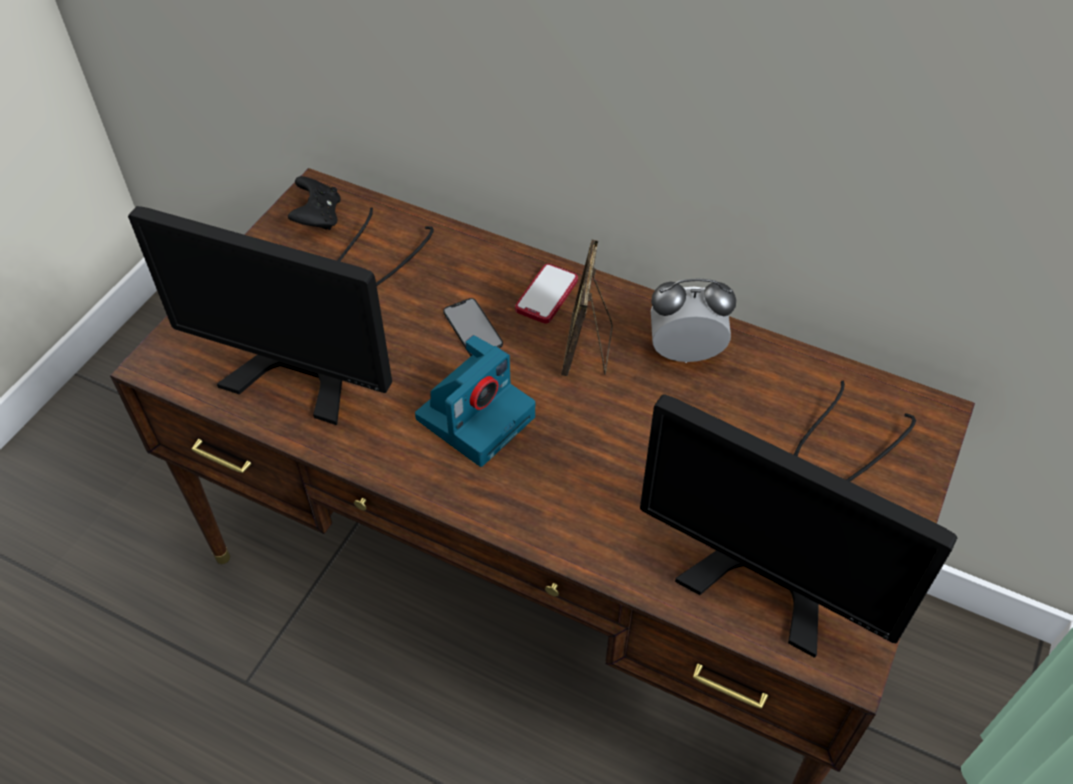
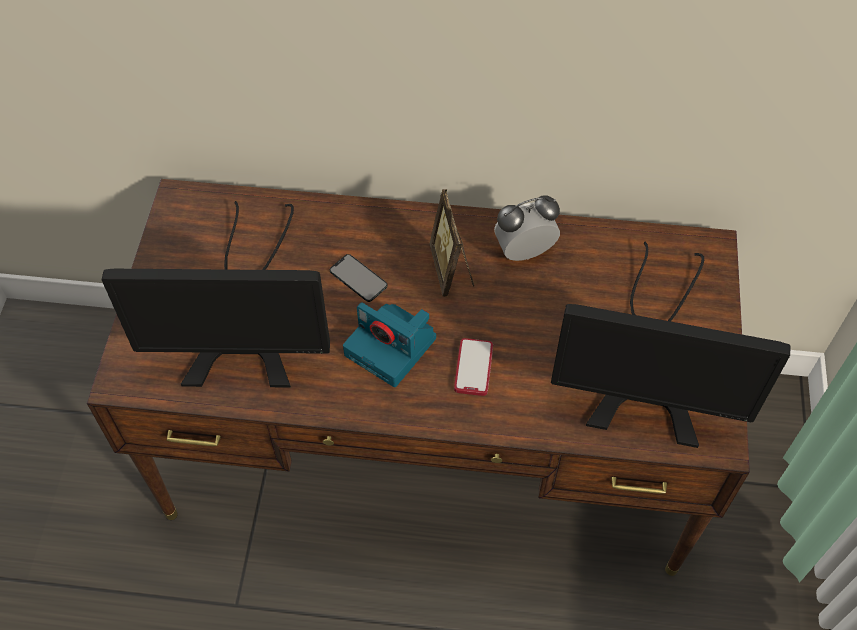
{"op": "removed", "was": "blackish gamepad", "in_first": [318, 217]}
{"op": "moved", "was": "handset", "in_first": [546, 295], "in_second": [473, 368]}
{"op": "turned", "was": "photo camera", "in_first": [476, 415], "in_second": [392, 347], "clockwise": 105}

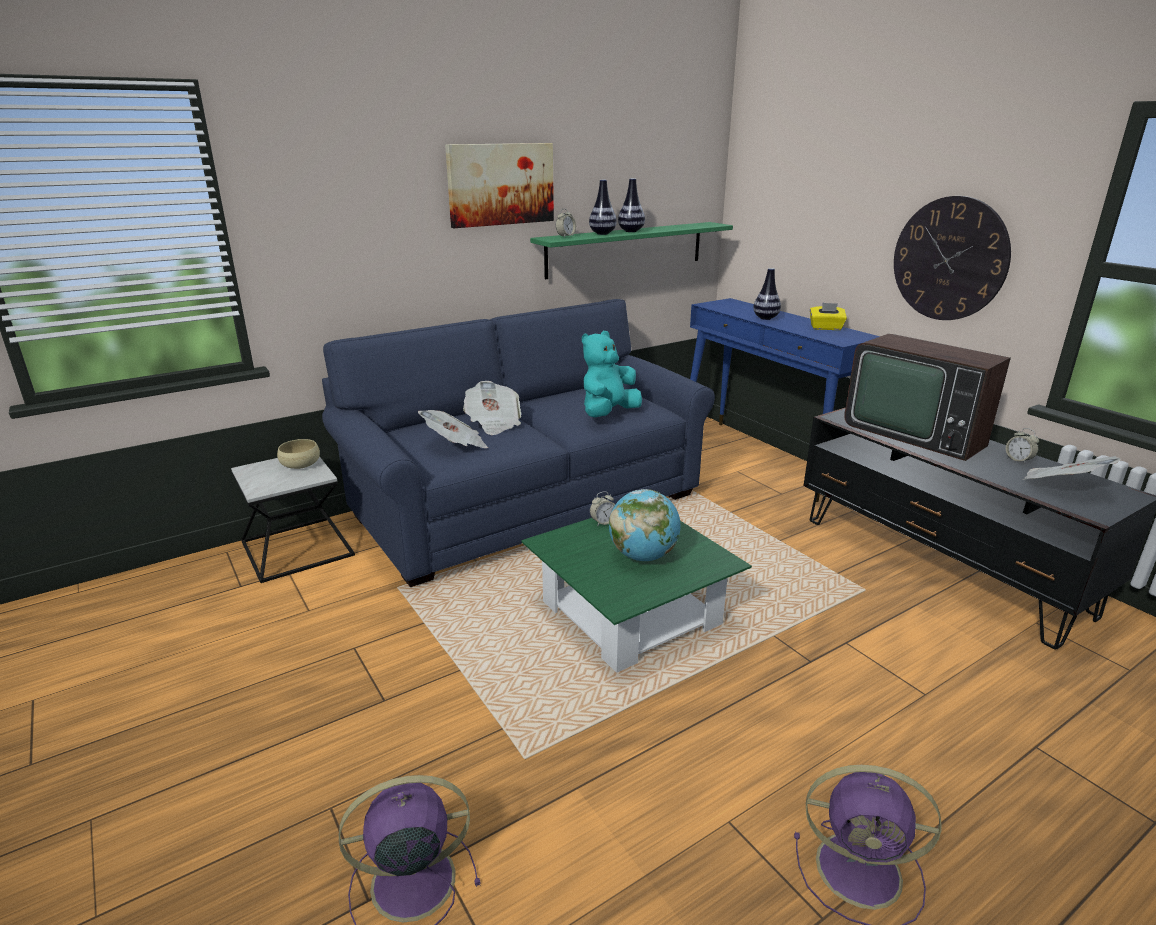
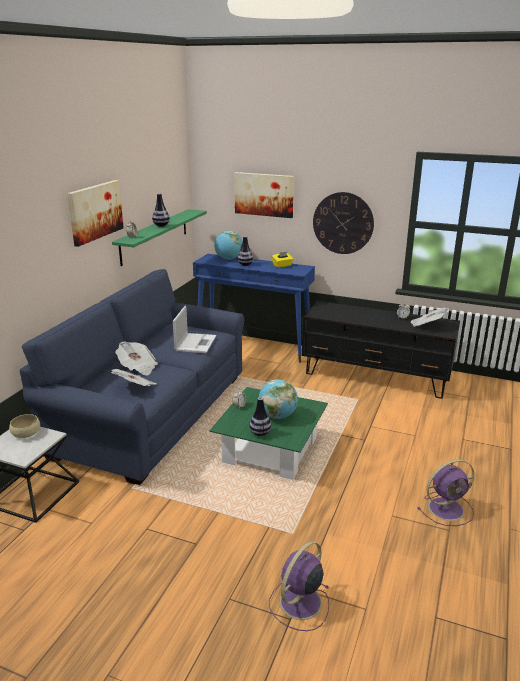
{"op": "removed", "was": "TV", "in_first": [915, 432]}
{"op": "added", "now": "world globe", "in_second": [229, 259]}
{"op": "added", "now": "wall art", "in_second": [264, 194]}
{"op": "moved", "was": "decorative vase", "in_first": [602, 233], "in_second": [260, 433]}
{"op": "replaced", "was": "turquoise soft toy", "now": "portable computer", "in_first": [608, 413], "in_second": [195, 343]}

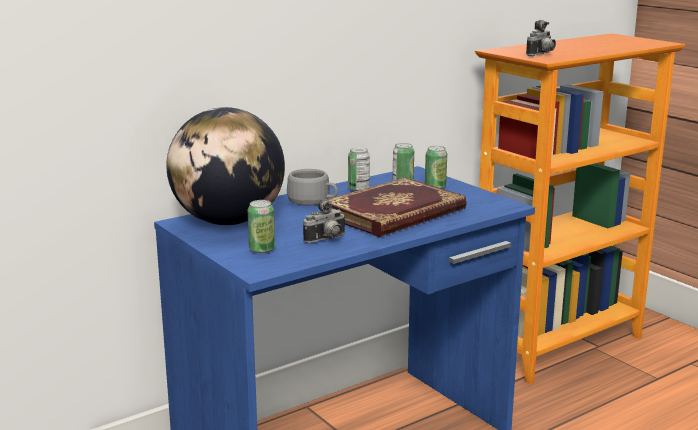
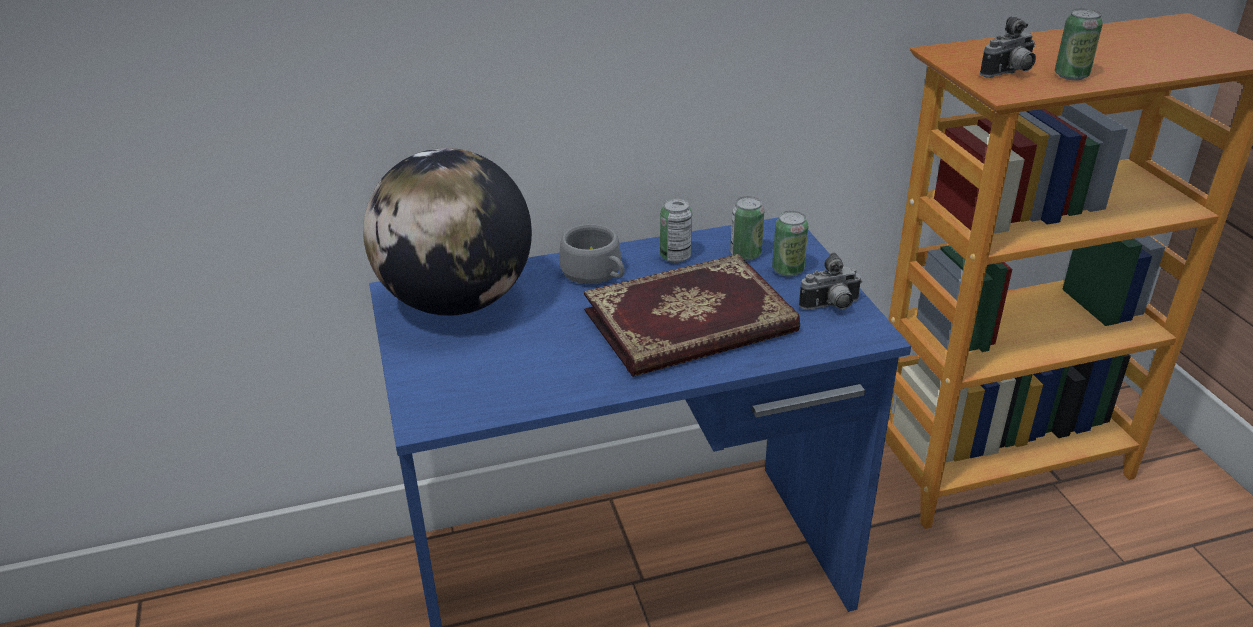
{"op": "moved", "was": "can", "in_first": [262, 249], "in_second": [1071, 75]}
{"op": "moved", "was": "photo camera", "in_first": [327, 240], "in_second": [831, 307]}

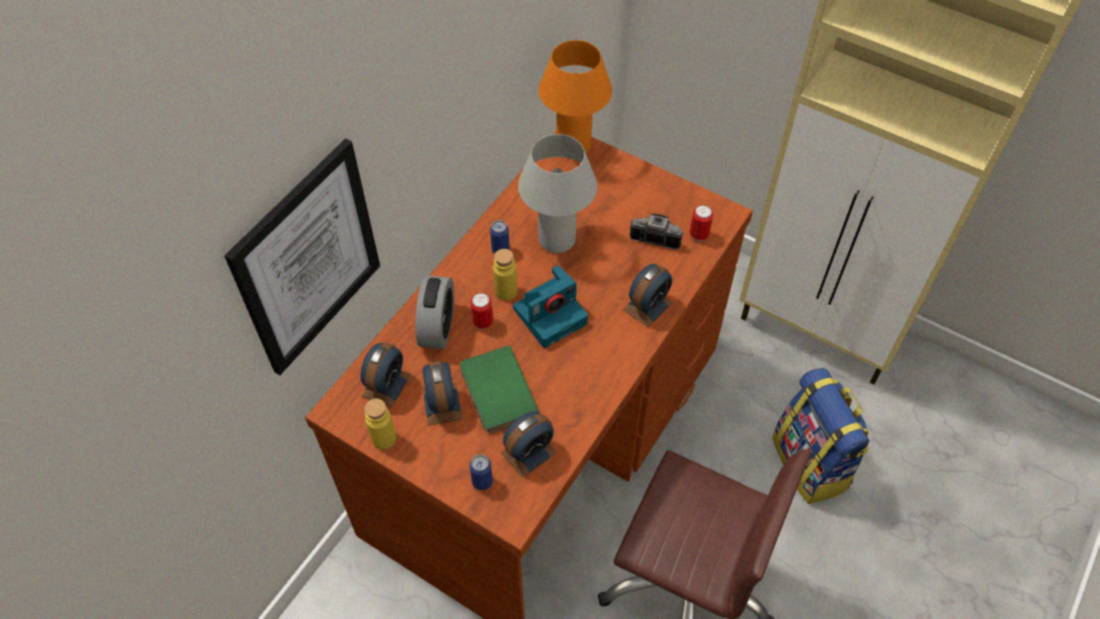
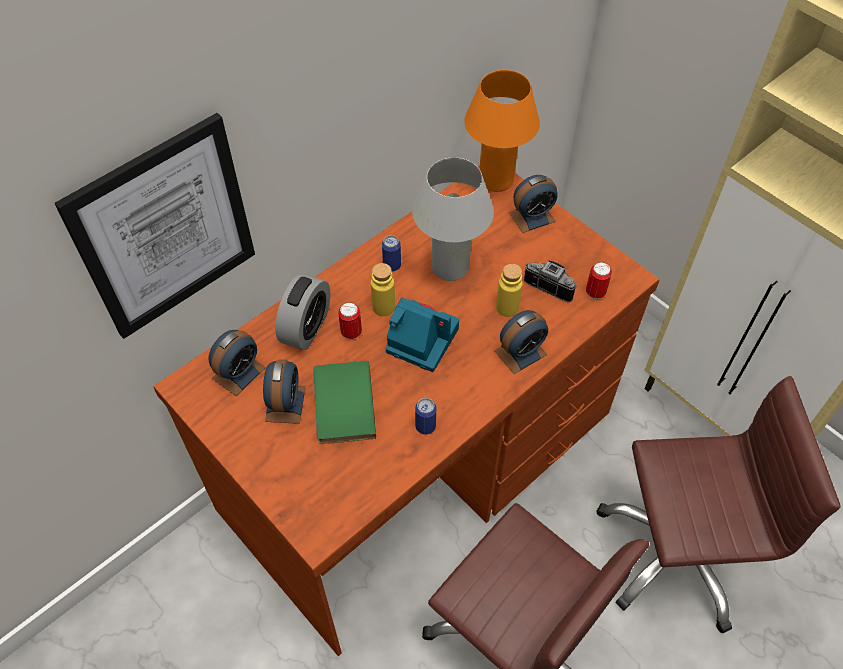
{"op": "moved", "was": "yellow-coloured beverage bottle", "in_first": [384, 438], "in_second": [507, 307]}
{"op": "moved", "was": "can", "in_first": [482, 481], "in_second": [425, 426]}
{"op": "moved", "was": "table clock", "in_first": [529, 452], "in_second": [532, 217]}
{"op": "replaced", "was": "rucksack", "now": "brown office chair", "in_first": [811, 463], "in_second": [676, 550]}
{"op": "turned", "was": "photo camera", "in_first": [551, 315], "in_second": [420, 340], "clockwise": -135}

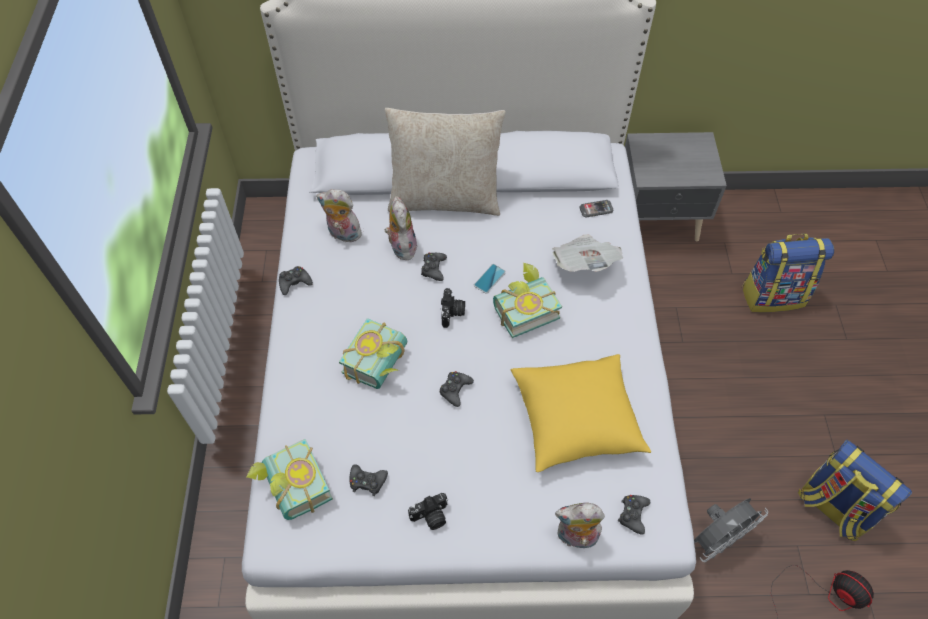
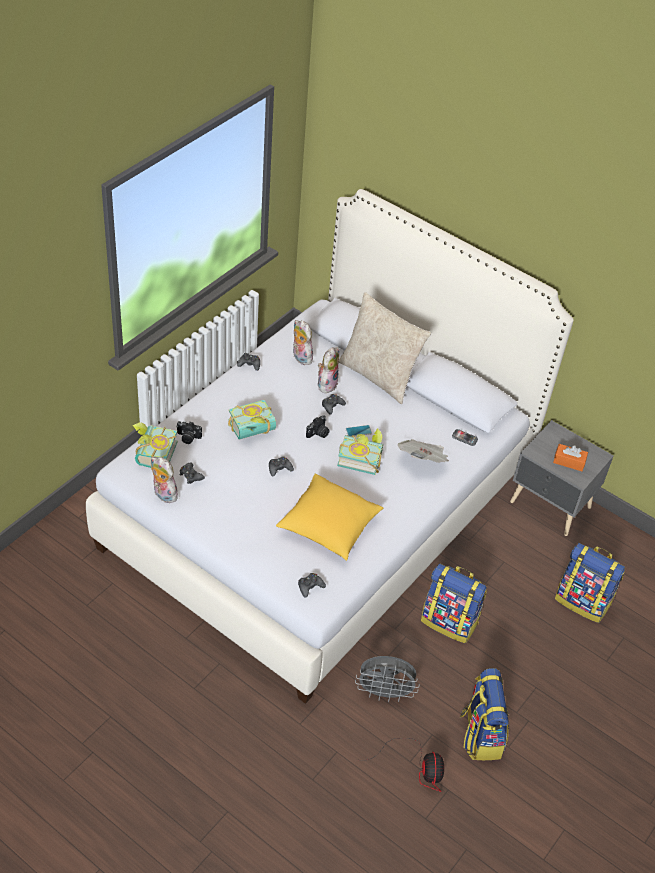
{"op": "added", "now": "rucksack", "in_second": [450, 622]}
{"op": "added", "now": "orange box of tissues", "in_second": [569, 461]}
{"op": "moved", "was": "photo camera", "in_first": [431, 517], "in_second": [188, 437]}
{"op": "moved", "was": "soft toy", "in_first": [576, 537], "in_second": [163, 494]}

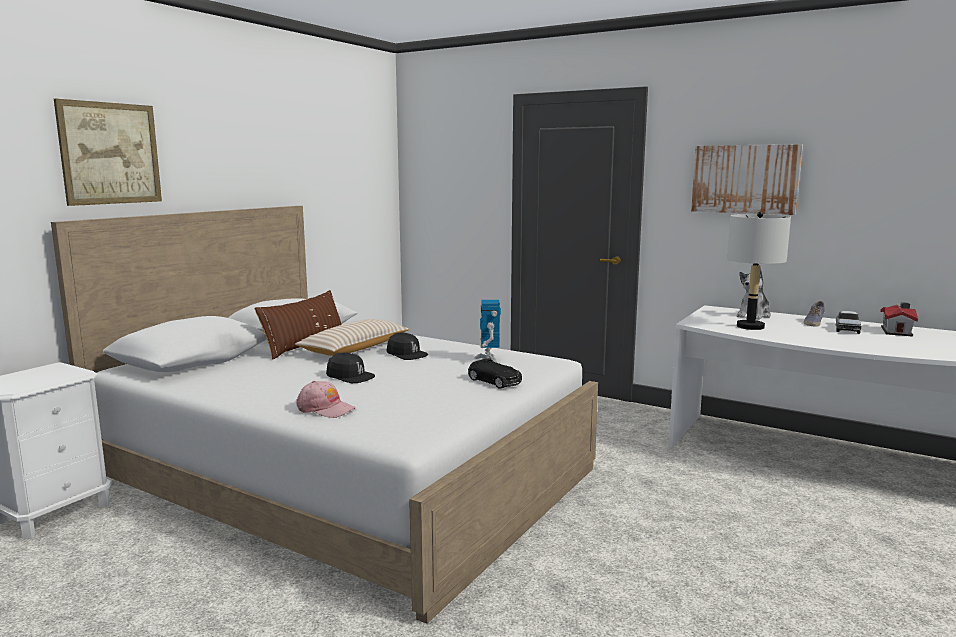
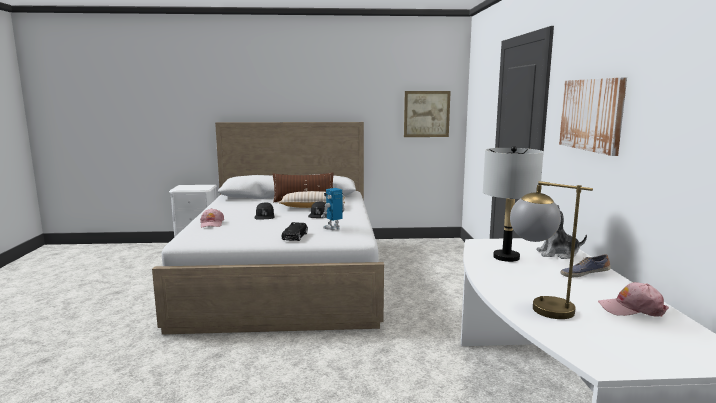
{"op": "removed", "was": "toy truck", "in_first": [846, 329]}
{"op": "added", "now": "lamp for a table", "in_second": [538, 306]}
{"op": "moved", "was": "wall art", "in_first": [110, 153], "in_second": [426, 114]}
{"op": "replaced", "was": "toy house", "now": "pinkish baseball cap", "in_first": [897, 331], "in_second": [631, 309]}

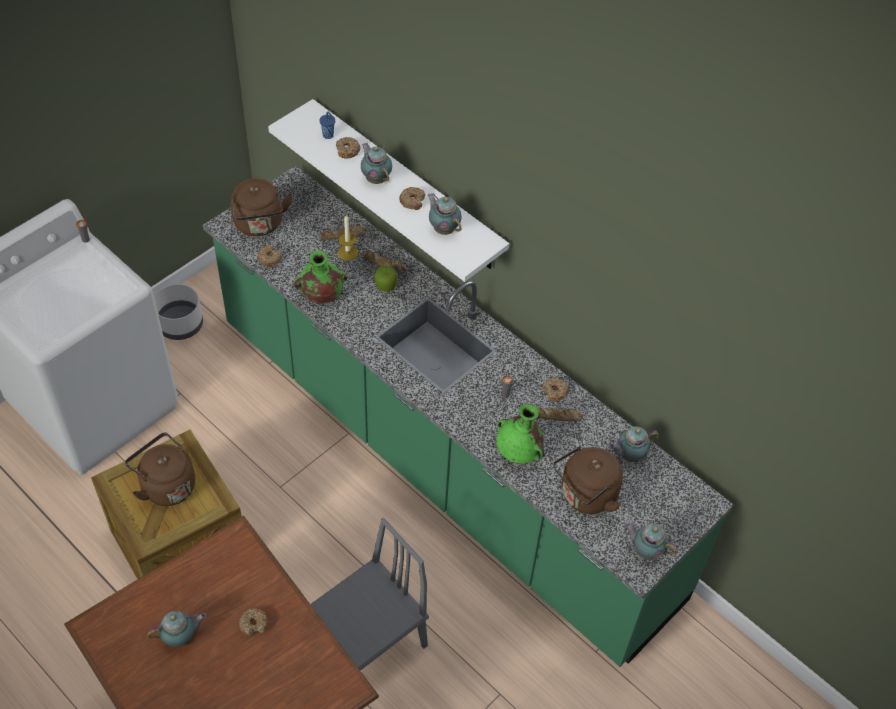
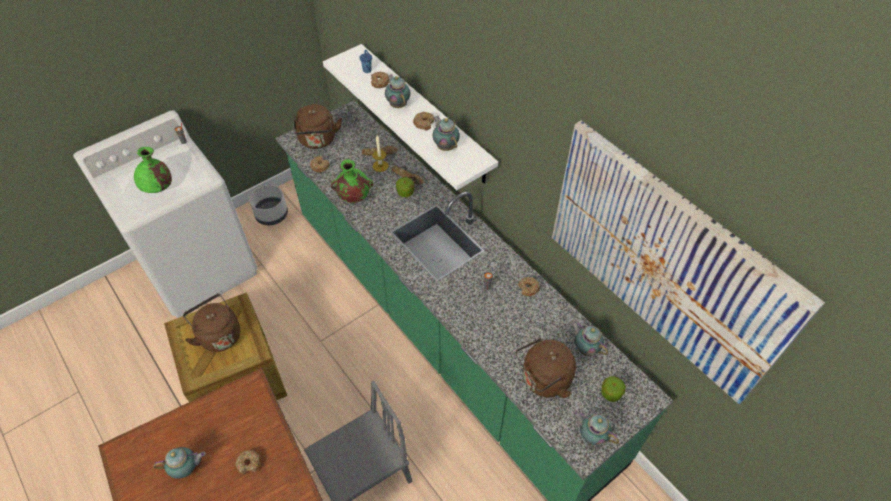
{"op": "removed", "was": "bread", "in_first": [556, 417]}
{"op": "added", "now": "wall art", "in_second": [663, 261]}
{"op": "added", "now": "apple", "in_second": [610, 393]}
{"op": "moved", "was": "green decorative vase", "in_first": [519, 453], "in_second": [159, 189]}
{"op": "turned", "was": "tea pot", "in_first": [629, 455], "in_second": [585, 348], "clockwise": 60}

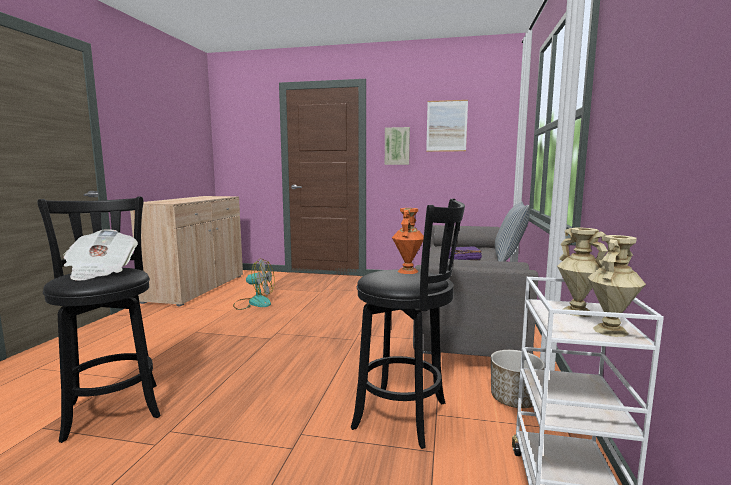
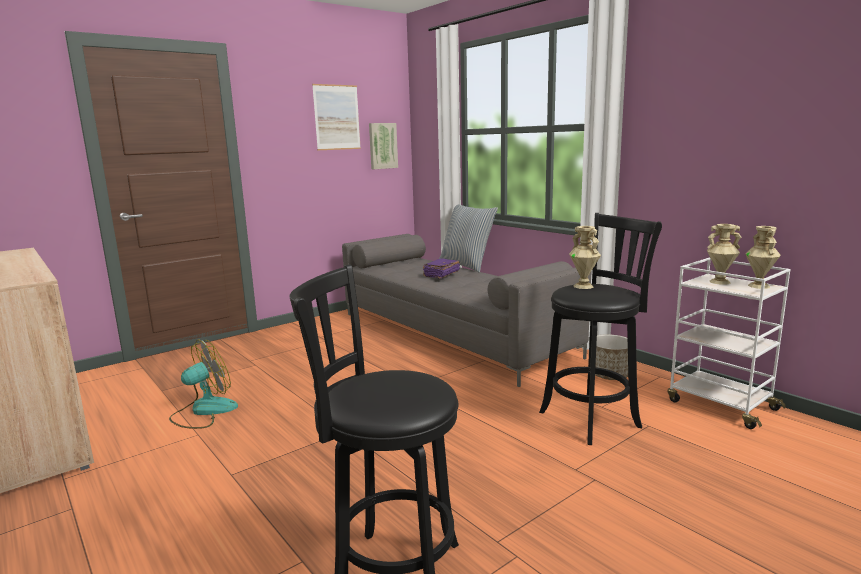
{"op": "removed", "was": "daily paper", "in_first": [100, 272]}
{"op": "moved", "was": "wall art", "in_first": [397, 146], "in_second": [382, 146]}
{"op": "recoloured", "was": "orange decorative vase", "now": "sand-coloured decorative vase", "in_first": [408, 271], "in_second": [584, 286]}

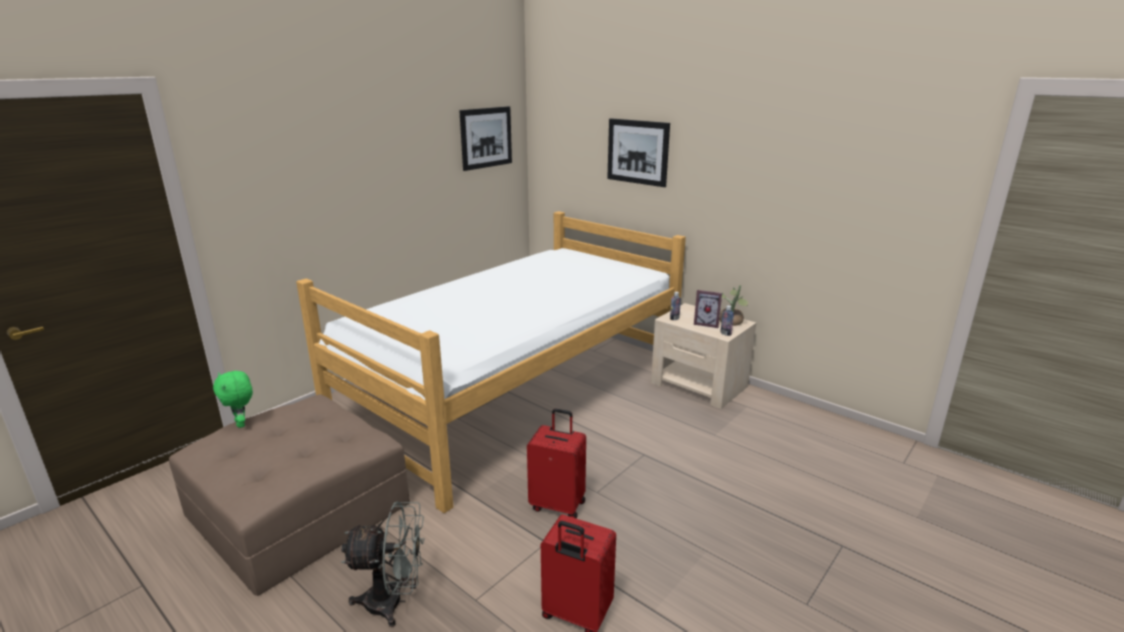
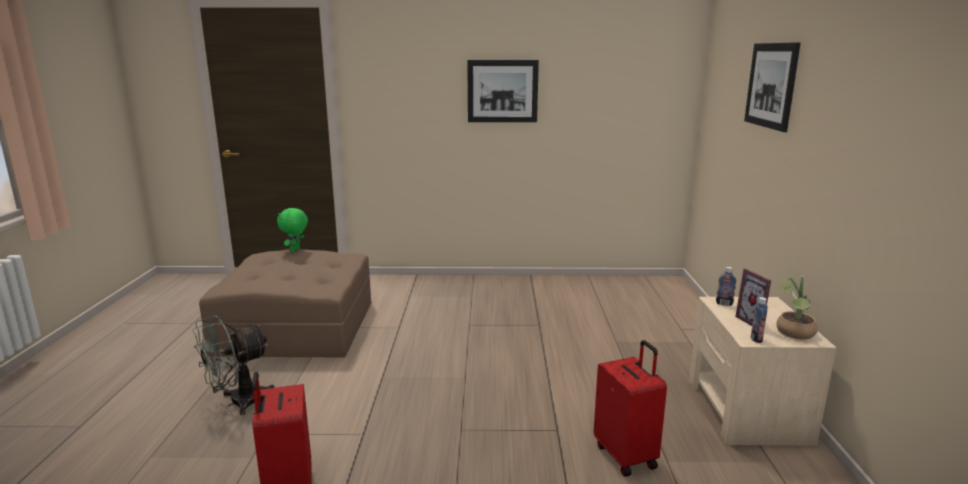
{"op": "removed", "was": "bedroom bed", "in_first": [517, 392]}
{"op": "moved", "was": "wall art", "in_first": [486, 137], "in_second": [502, 91]}
{"op": "moved", "was": "reddish travel case", "in_first": [558, 504], "in_second": [626, 456]}
{"op": "turned", "was": "grey fan", "in_first": [394, 602], "in_second": [238, 402], "clockwise": 90}

